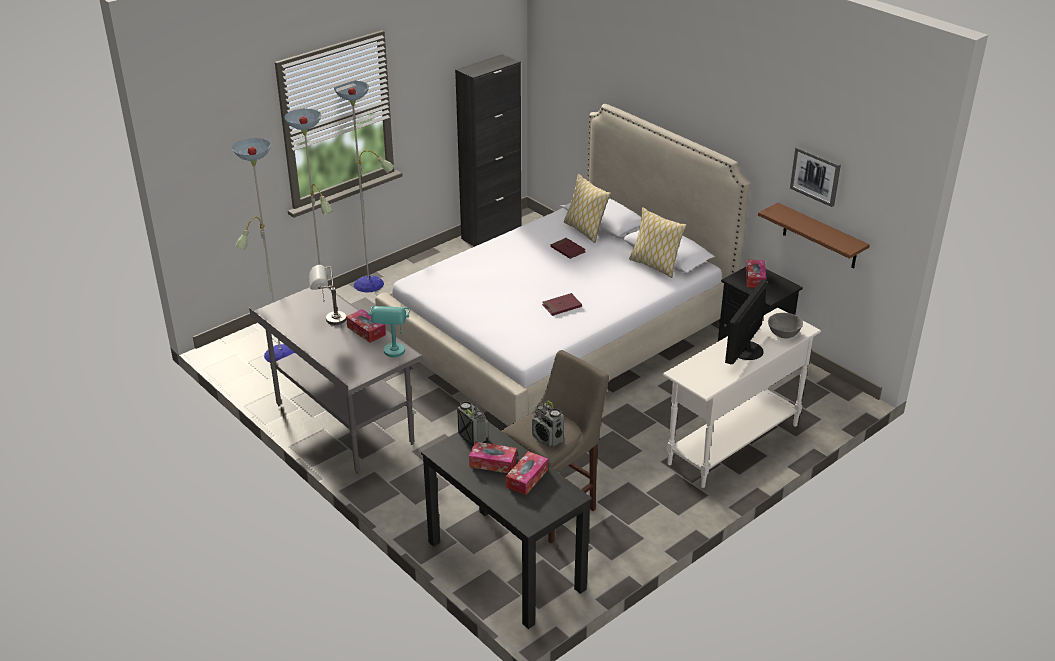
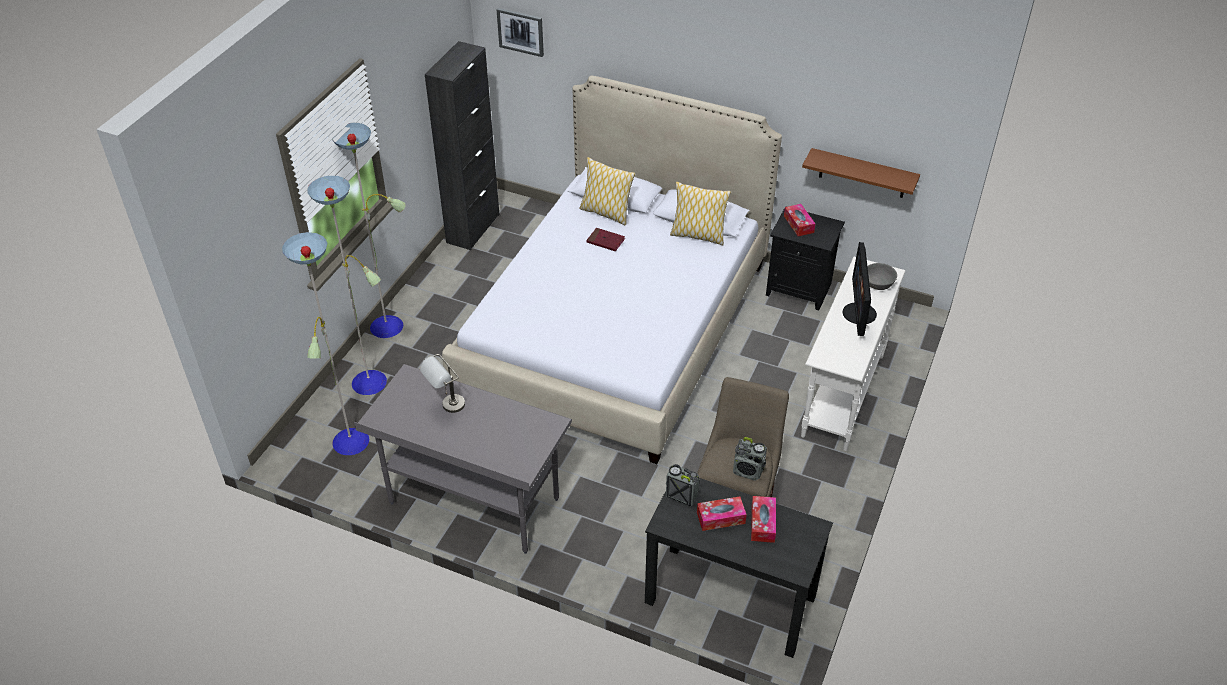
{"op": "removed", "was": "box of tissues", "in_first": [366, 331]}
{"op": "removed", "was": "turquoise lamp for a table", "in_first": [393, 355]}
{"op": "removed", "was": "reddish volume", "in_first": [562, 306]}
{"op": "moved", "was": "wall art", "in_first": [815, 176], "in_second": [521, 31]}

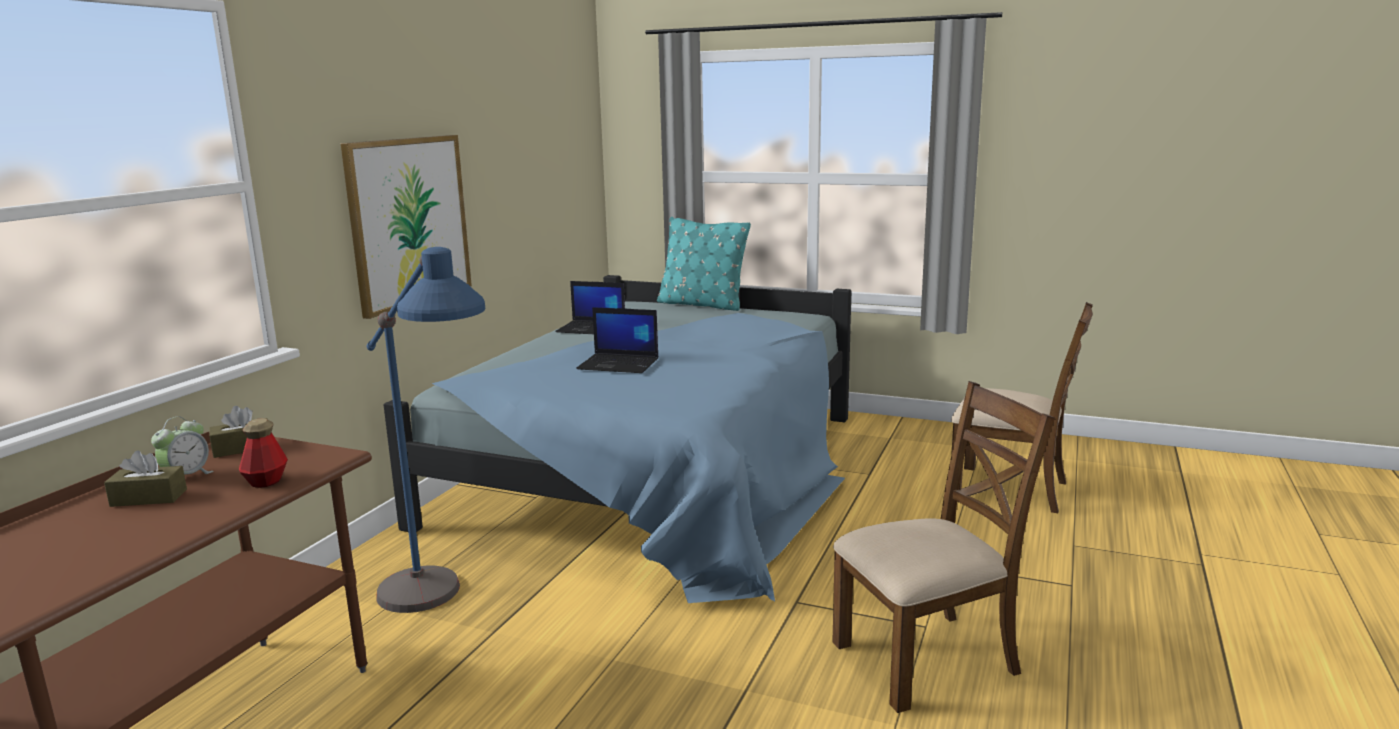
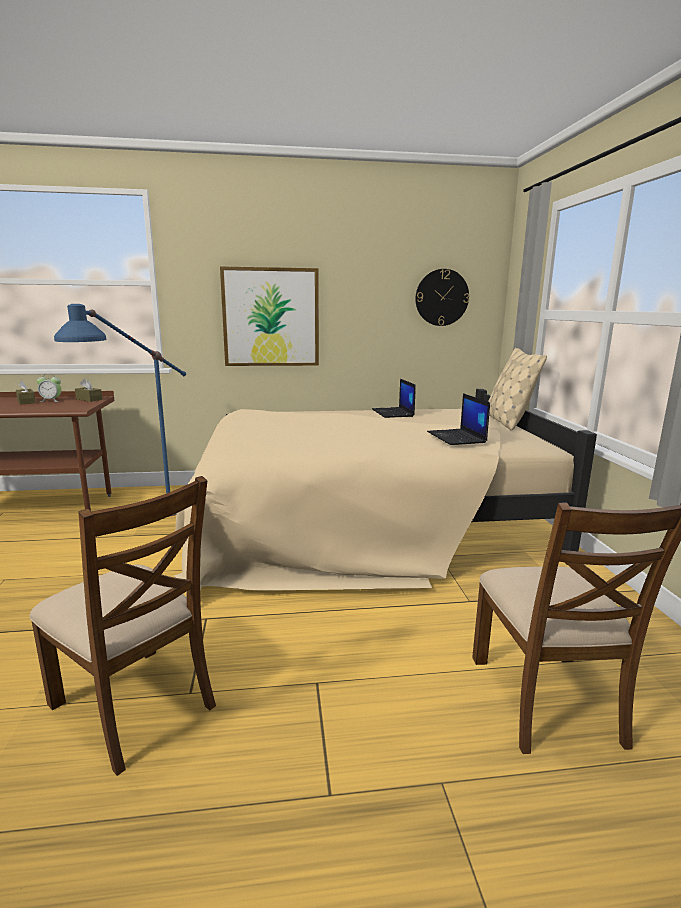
{"op": "removed", "was": "beverage bottle", "in_first": [266, 481]}
{"op": "added", "now": "clock on the wall", "in_second": [442, 297]}
{"op": "moved", "was": "portable computer", "in_first": [619, 364], "in_second": [457, 437]}
{"op": "recoloured", "was": "bluish bedroom bed", "now": "sand-coloured bedroom bed", "in_first": [662, 474], "in_second": [366, 523]}
{"op": "recoloured", "was": "turquoise throw pillow", "now": "sand-coloured throw pillow", "in_first": [702, 304], "in_second": [507, 421]}

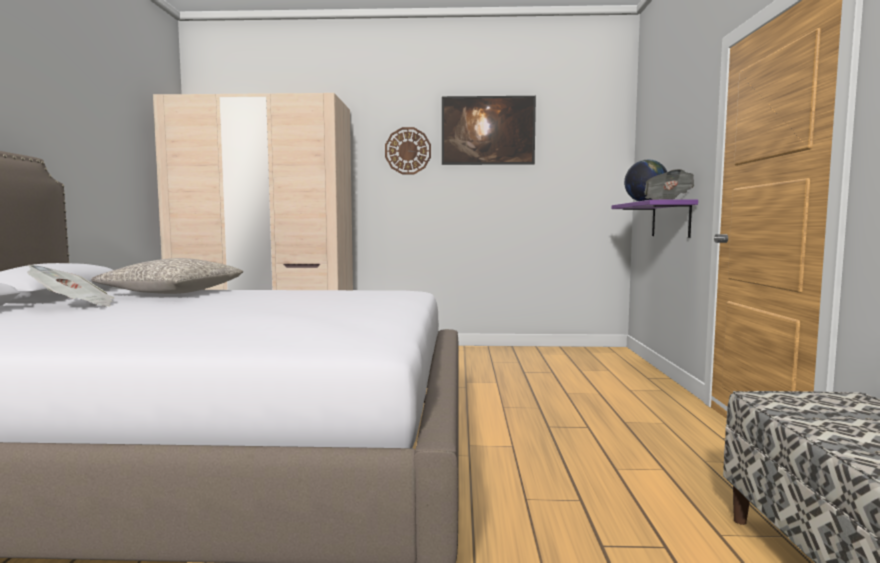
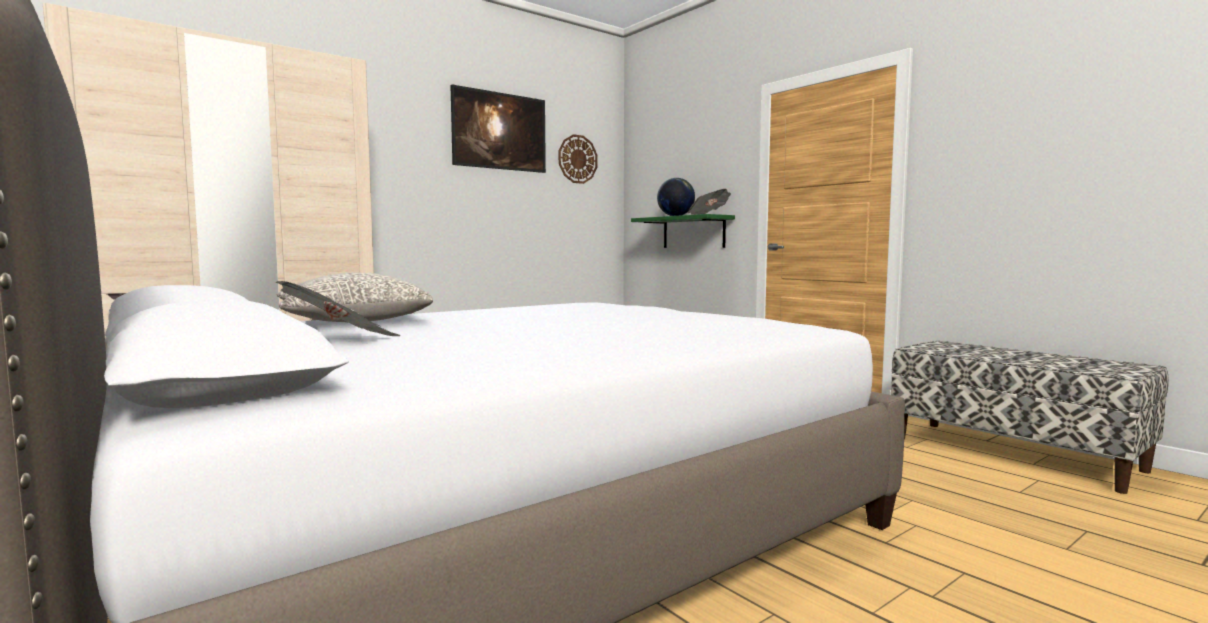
{"op": "moved", "was": "clock on the wall", "in_first": [408, 151], "in_second": [577, 159]}
{"op": "recoloured", "was": "purple-coloured wall shelf", "now": "green wall shelf", "in_first": [670, 219], "in_second": [693, 232]}

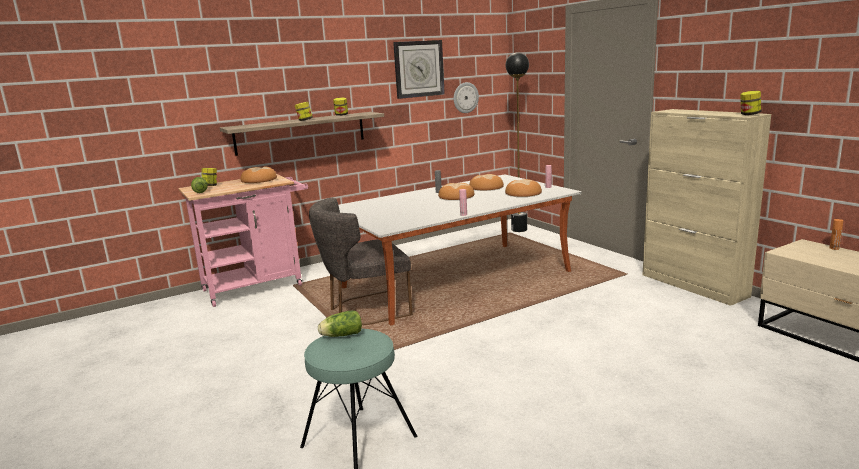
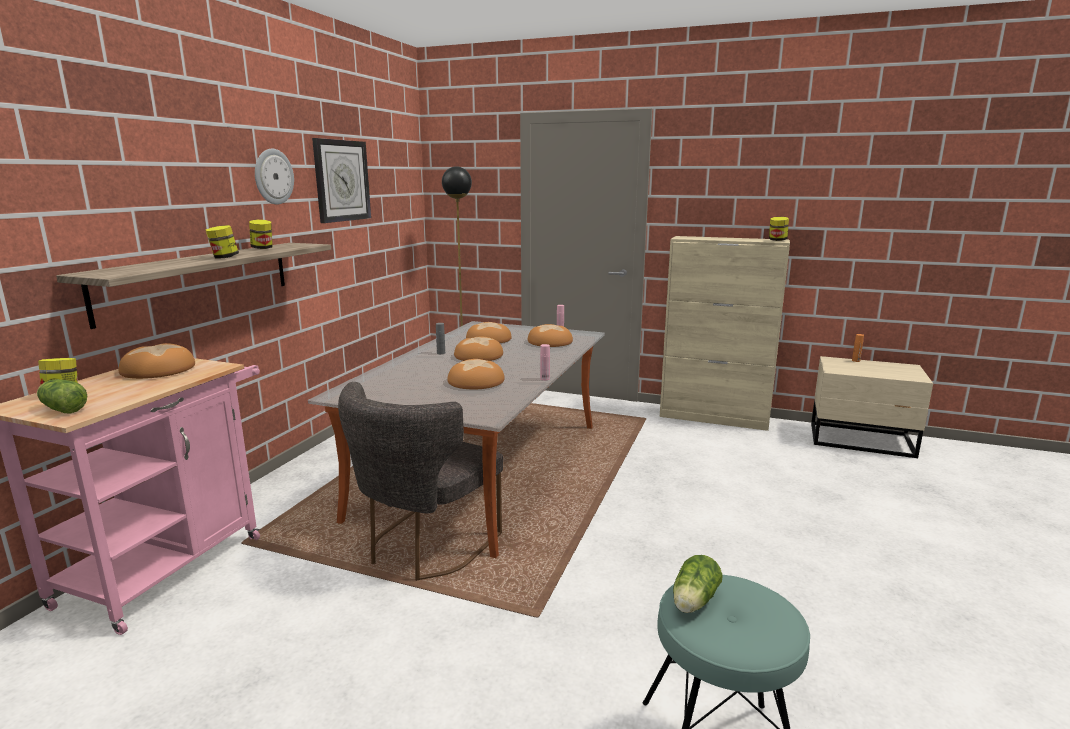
{"op": "added", "now": "bread", "in_second": [475, 381]}
{"op": "moved", "was": "clock on the wall", "in_first": [465, 97], "in_second": [273, 176]}

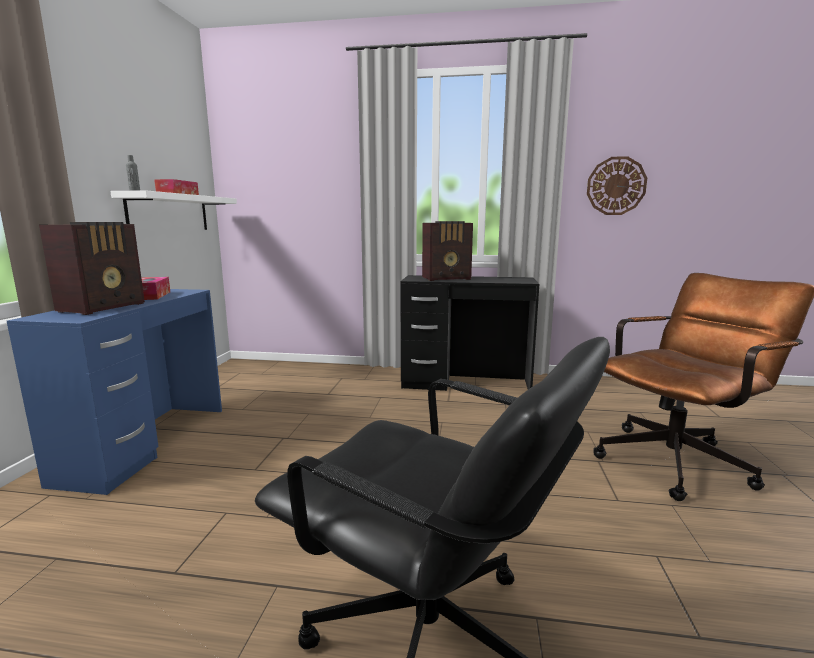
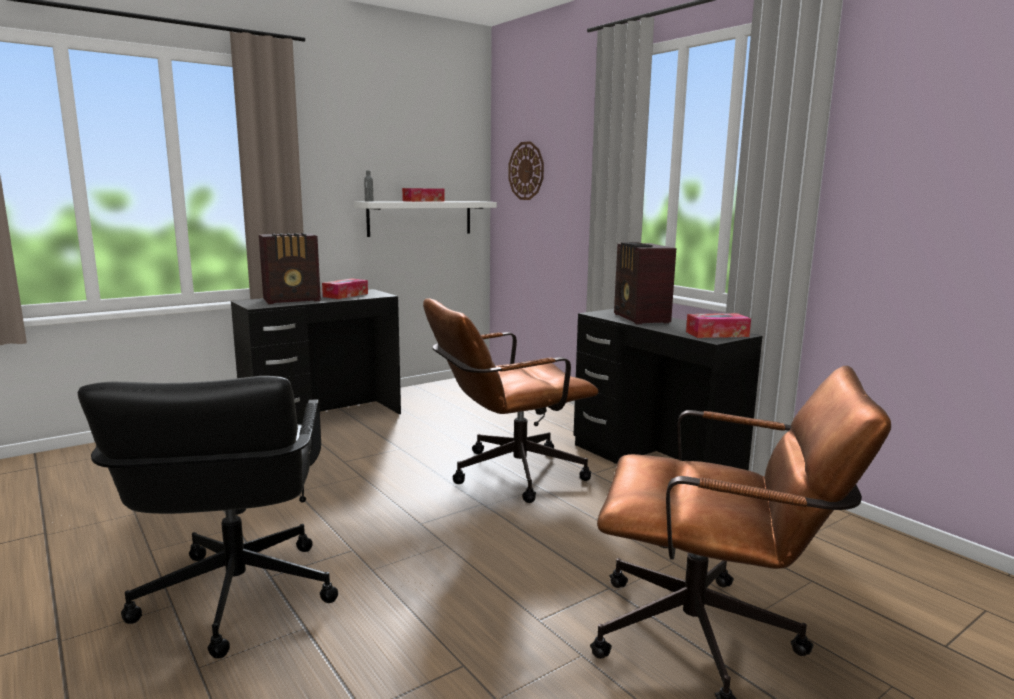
{"op": "added", "now": "brown office chair", "in_second": [507, 474]}
{"op": "added", "now": "box of tissues", "in_second": [717, 334]}
{"op": "moved", "was": "clock on the wall", "in_first": [616, 186], "in_second": [526, 171]}
{"op": "recoloured", "was": "bluish desk", "now": "blackish desk", "in_first": [146, 443], "in_second": [323, 419]}
{"op": "turned", "was": "radio receiver", "in_first": [447, 278], "in_second": [640, 318], "clockwise": 45}

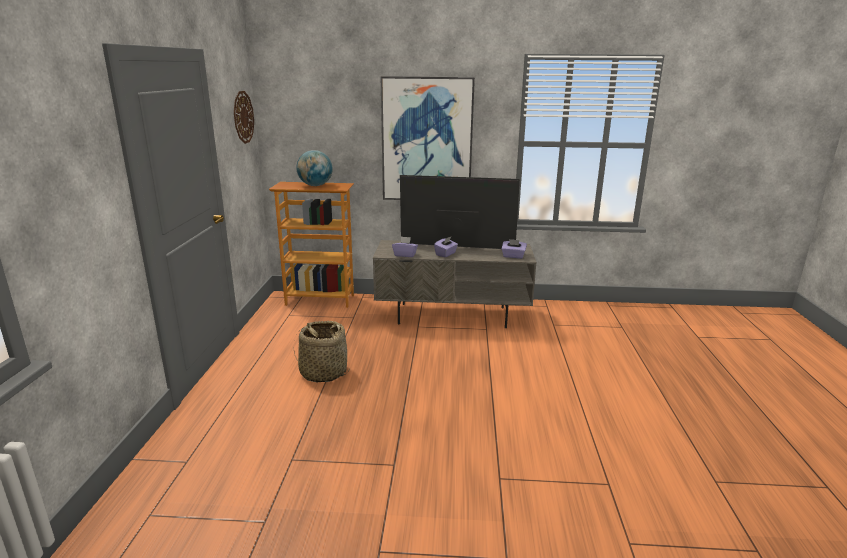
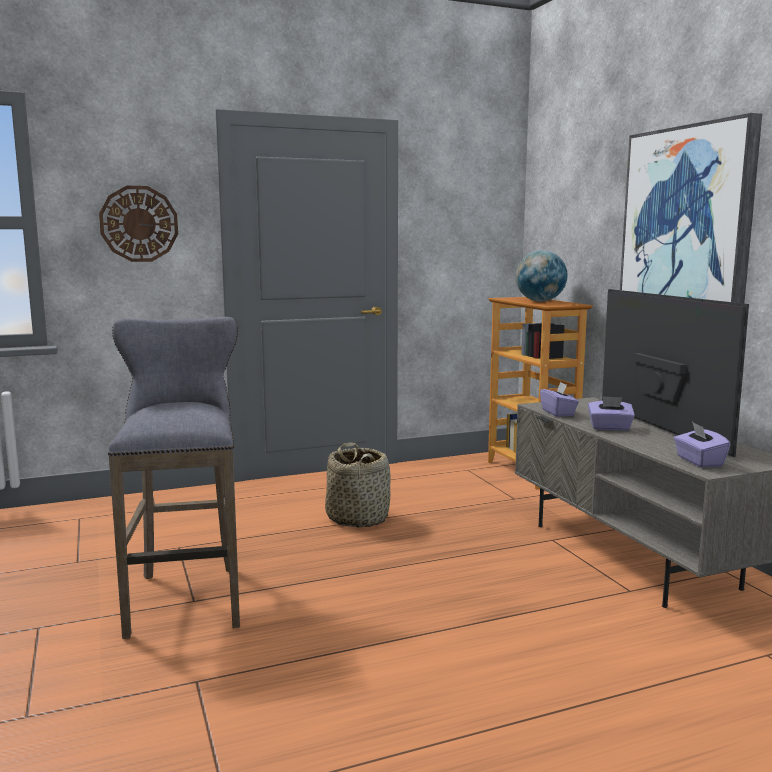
{"op": "added", "now": "grey sitting stool", "in_second": [186, 596]}
{"op": "moved", "was": "clock on the wall", "in_first": [243, 117], "in_second": [139, 224]}

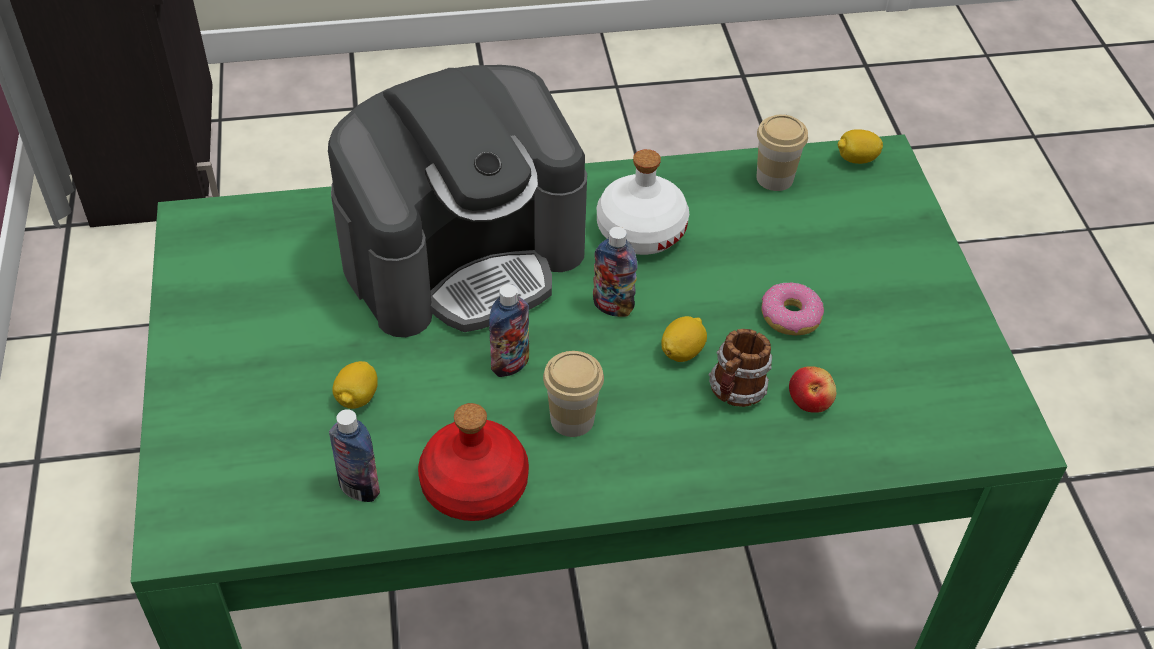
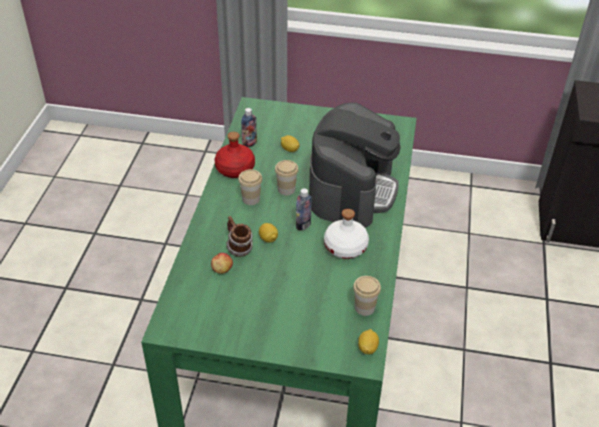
{"op": "removed", "was": "doughnut", "in_first": [790, 317]}
{"op": "replaced", "was": "beverage bottle", "now": "cup", "in_first": [510, 364], "in_second": [286, 189]}
{"op": "turned", "was": "coffee maker", "in_first": [464, 256], "in_second": [352, 189], "clockwise": -150}

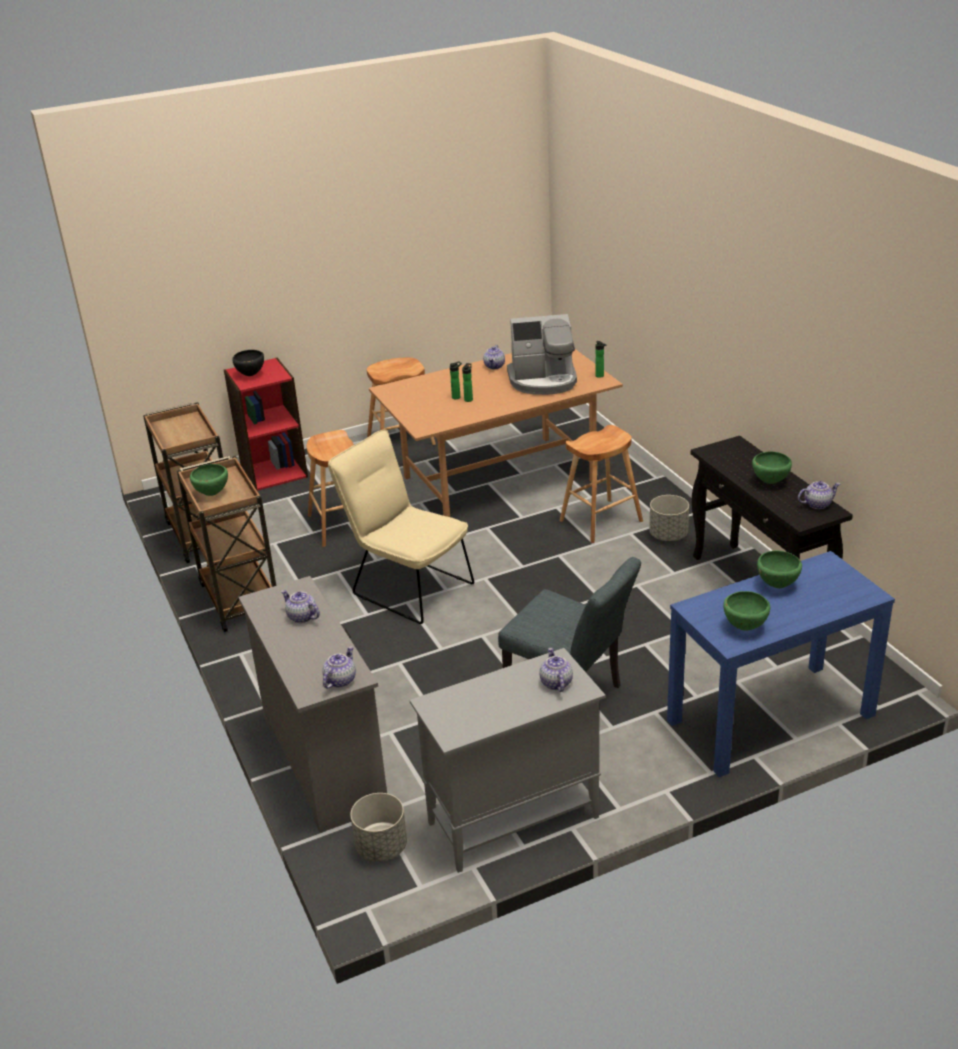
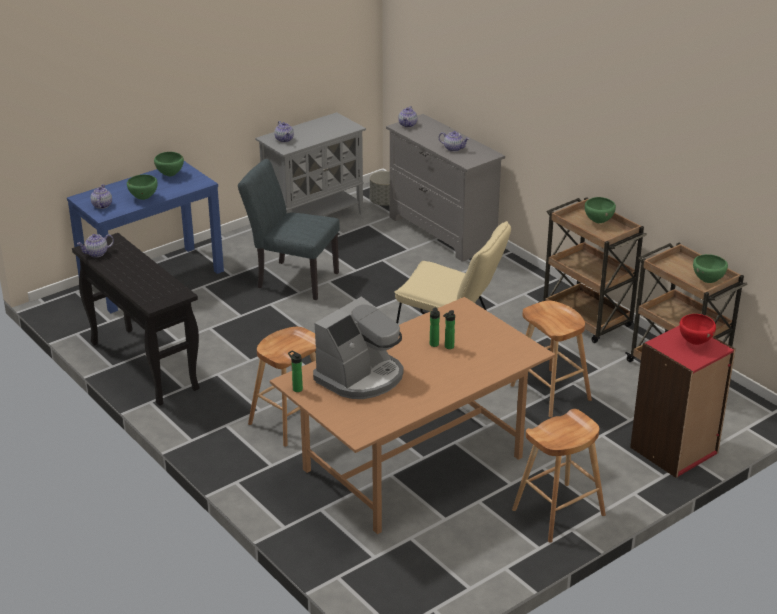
{"op": "removed", "was": "grey planter", "in_first": [668, 535]}
{"op": "moved", "was": "tea pot", "in_first": [494, 366], "in_second": [101, 205]}
{"op": "moved", "was": "green bowl", "in_first": [769, 482], "in_second": [708, 281]}
{"op": "recoloured", "was": "blackish bowl", "now": "reddish bowl", "in_first": [250, 375], "in_second": [694, 342]}
{"op": "turned", "was": "coffee maker", "in_first": [543, 380], "in_second": [361, 377], "clockwise": 150}

